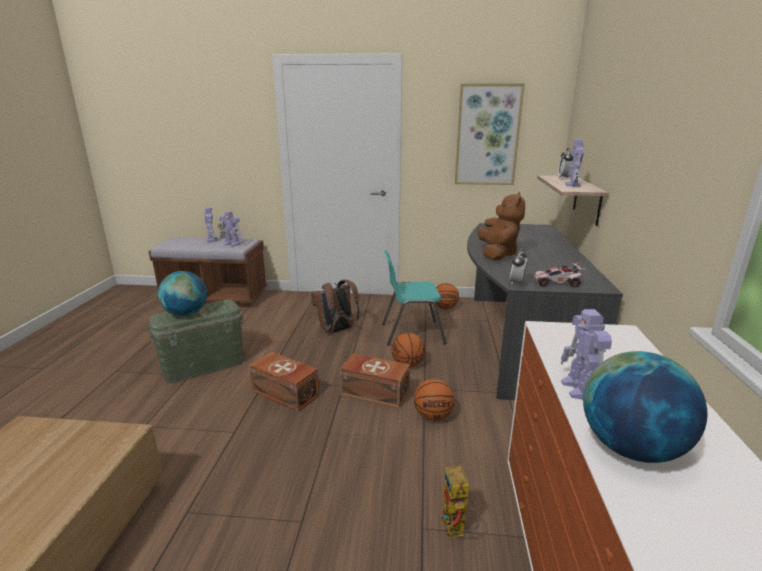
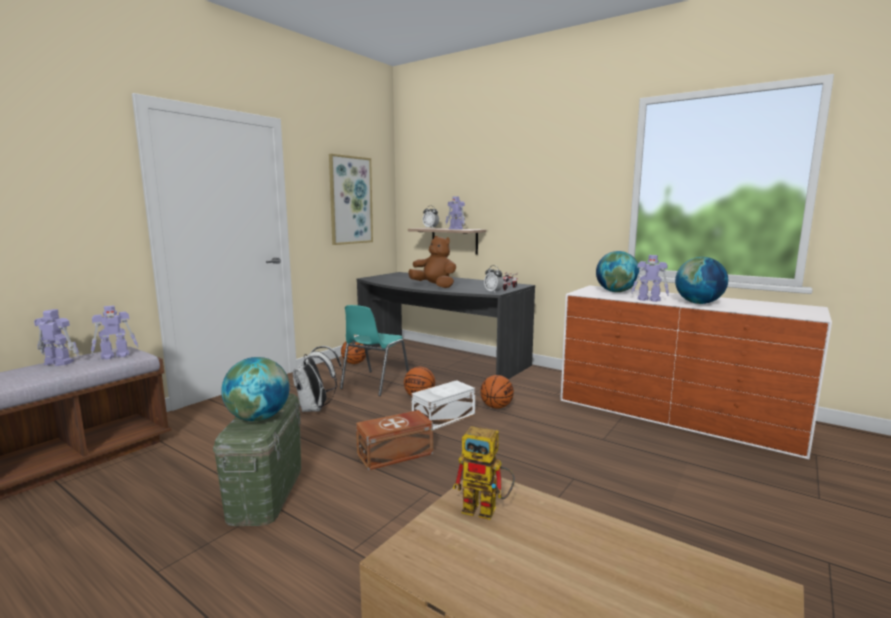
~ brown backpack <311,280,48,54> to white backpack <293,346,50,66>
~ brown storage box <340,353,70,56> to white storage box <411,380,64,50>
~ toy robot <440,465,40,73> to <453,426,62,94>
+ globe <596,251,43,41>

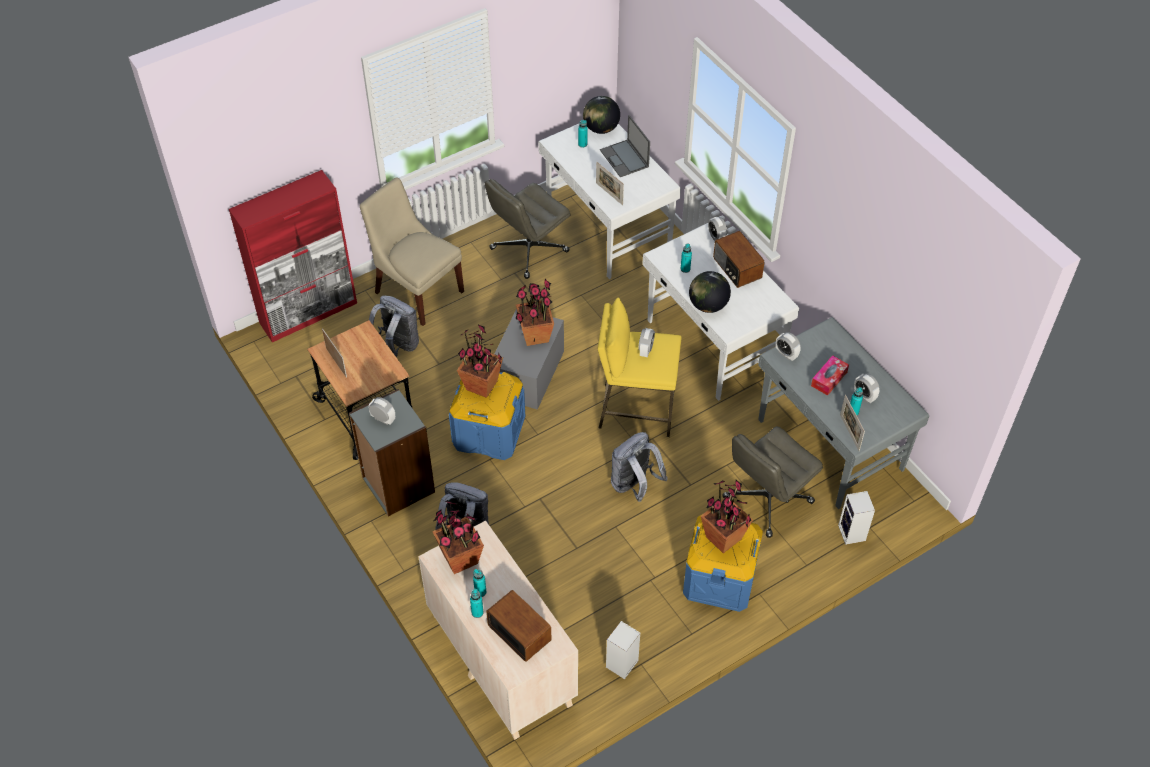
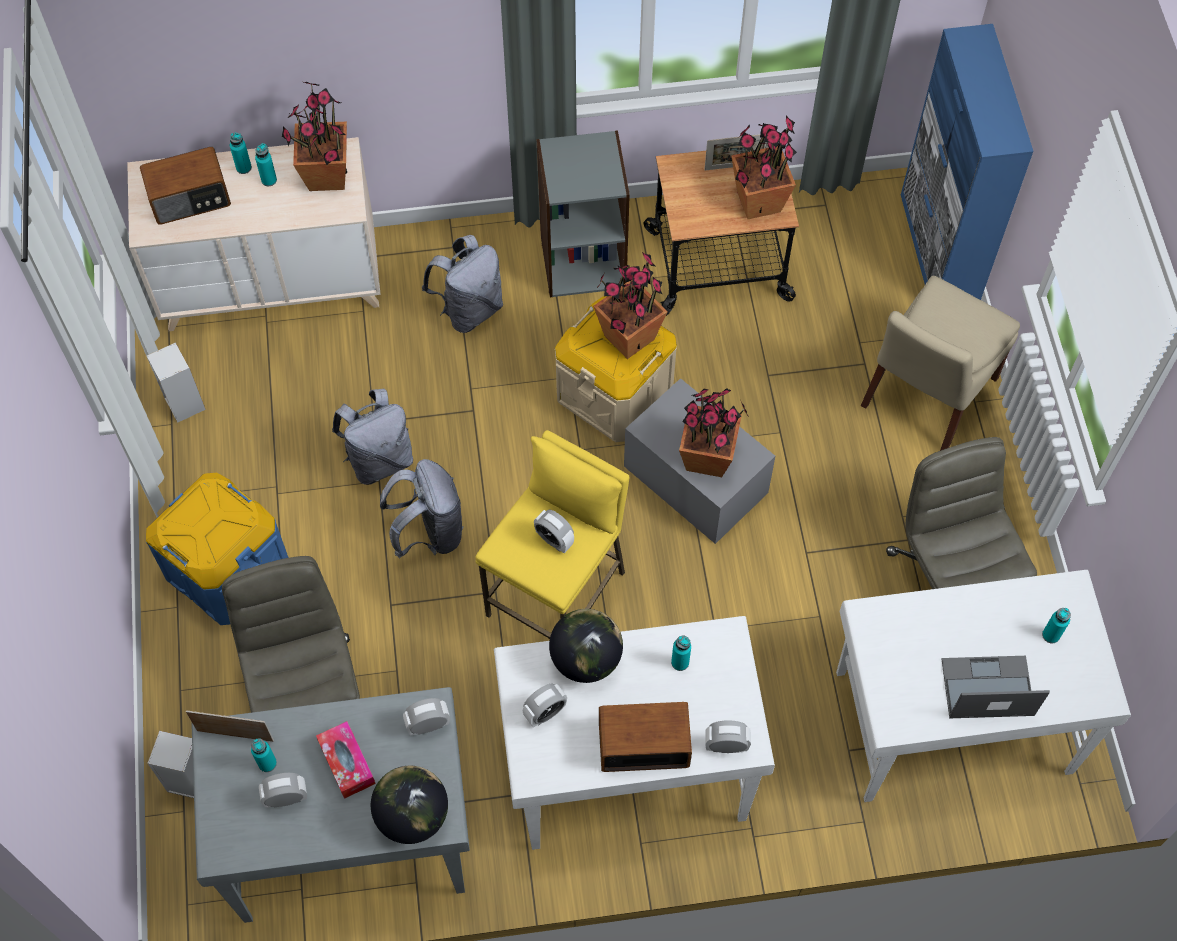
~ grey backpack <369,296,50,61> to <332,389,81,96>
~ globe <583,96,37,38> to <371,766,77,78>
~ alarm clock <368,397,27,28> to <523,684,44,44>
~ blue storage box <449,372,76,88> to beige storage box <555,296,122,146>
~ potted plant <701,480,52,73> to <731,115,66,104>
~ beige chair <360,177,104,149> = <861,276,159,175> 150 degrees clockwise
~ red cabinet <229,170,128,172> to blue cabinet <901,24,133,276>
- picture frame <596,162,28,43>

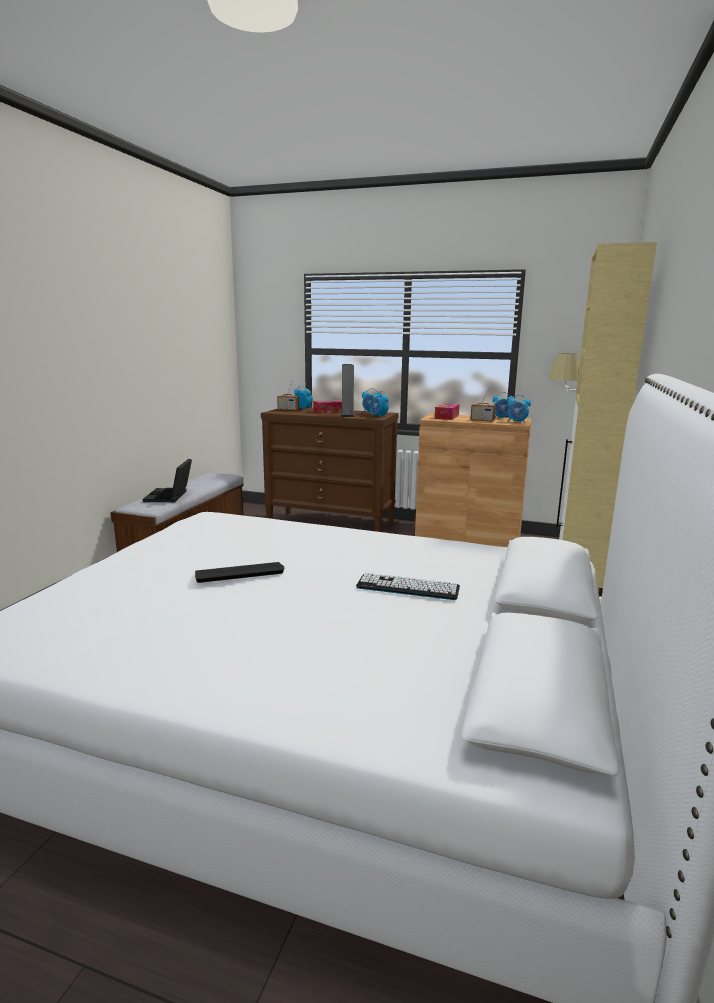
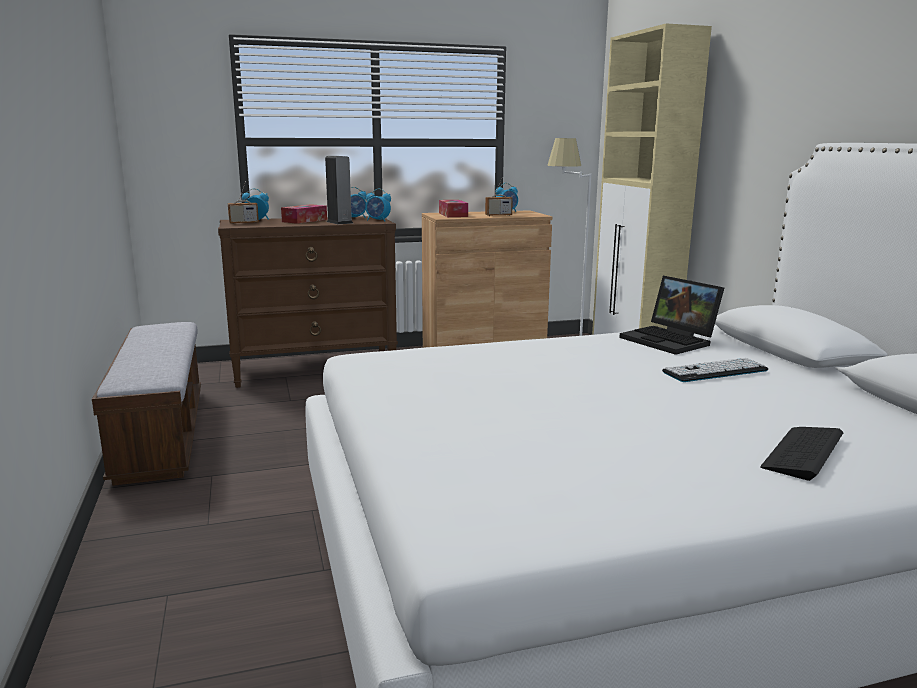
~ laptop <143,459,49,43> to <619,276,105,79>
~ keyboard <195,562,89,21> to <760,427,83,54>
- alarm clock <508,395,23,28>

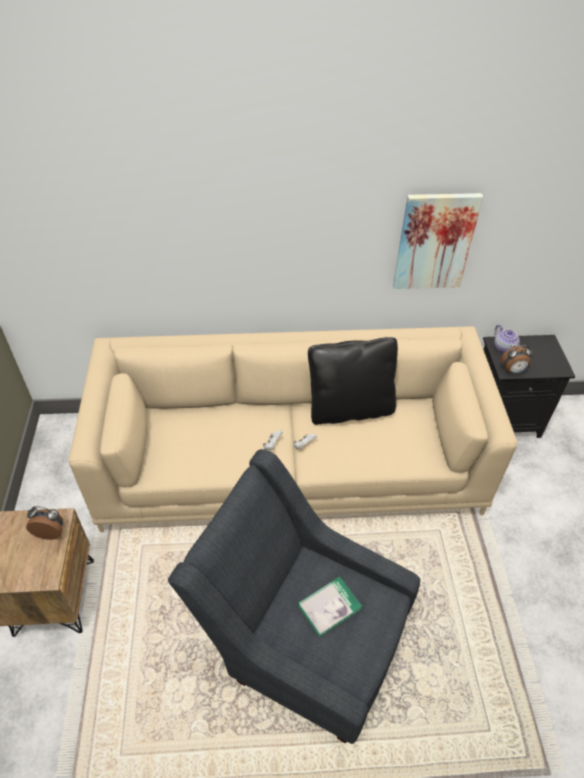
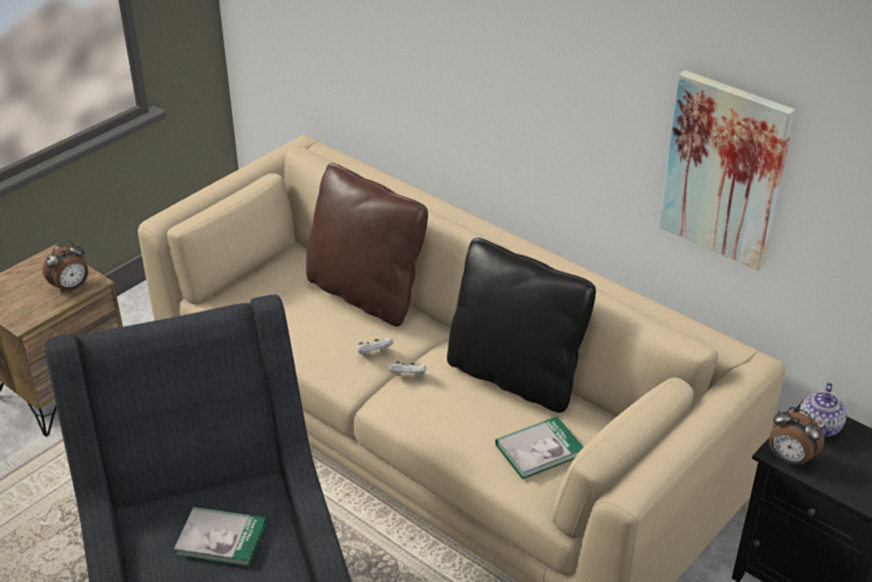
~ alarm clock <26,506,37,34> = <42,240,46,53> 90 degrees clockwise
+ brown pillow <306,163,122,164>
+ book <495,416,88,63>

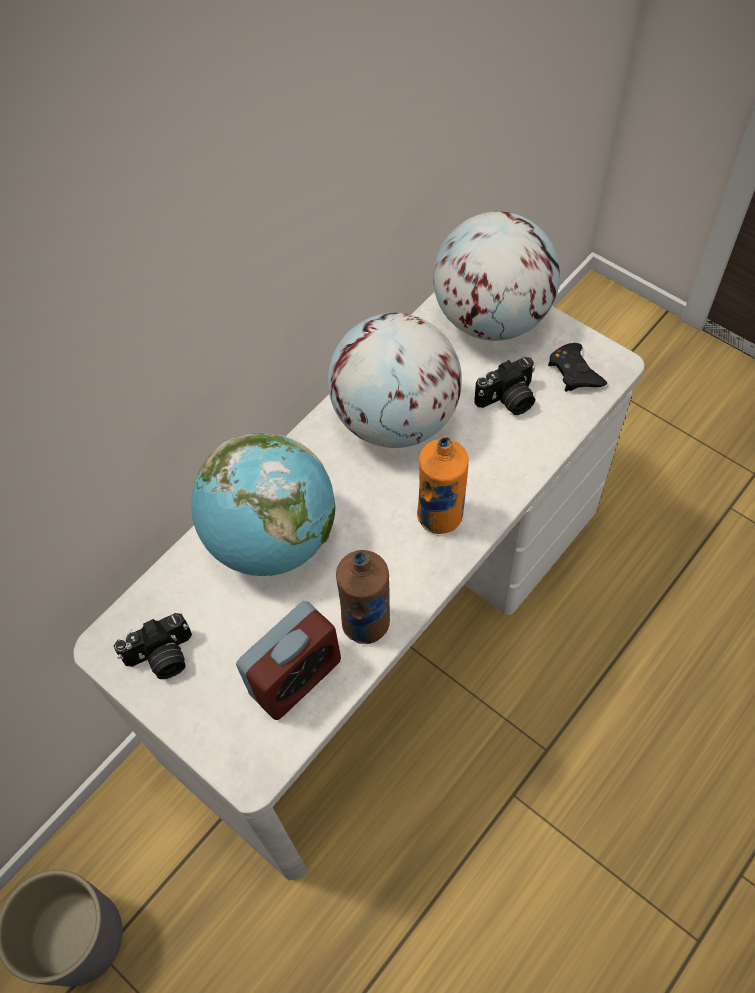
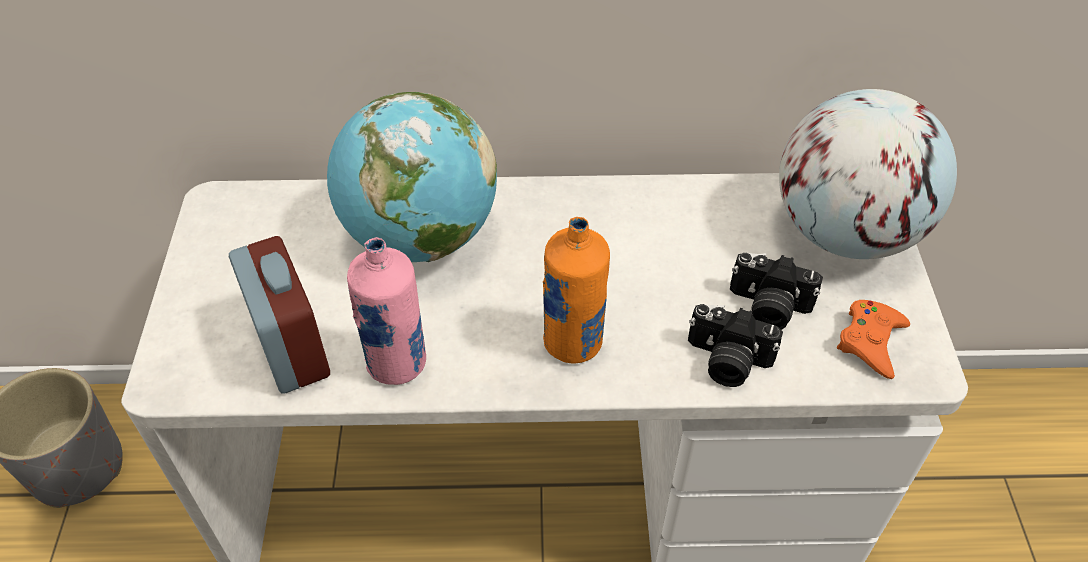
~ alarm clock <236,601,105,119> = <229,236,101,158> 120 degrees counterclockwise
~ brown bottle <336,550,54,94> to pink bottle <347,237,79,148>
~ photo camera <114,613,78,66> to <688,304,95,83>
~ black game controller <548,343,59,49> to orange game controller <837,300,73,79>
- globe <328,313,134,135>

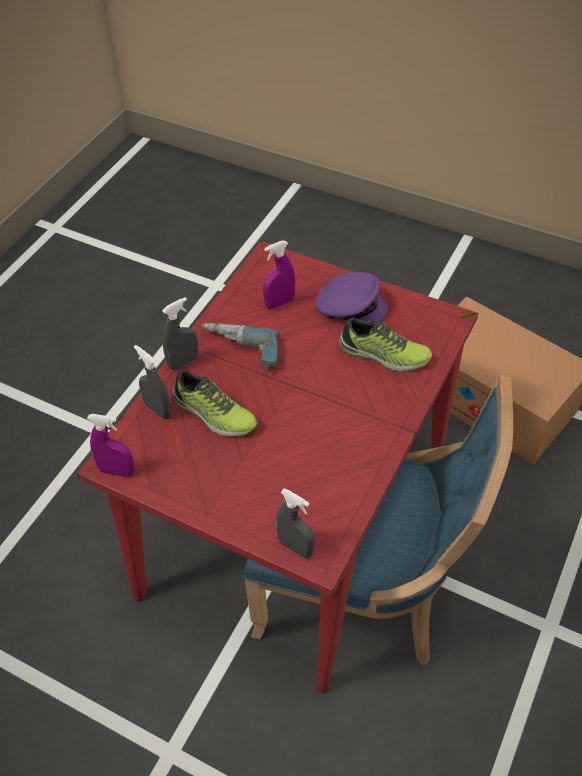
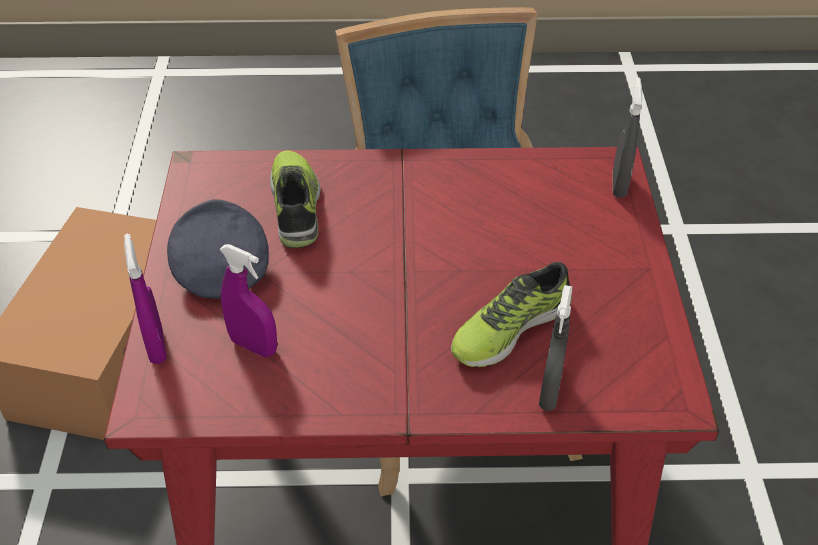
~ purple spray bottle <87,414,48,63> to <124,234,43,130>
~ purple cap <315,272,73,50> to grey cap <167,199,102,100>
~ shoe <173,370,85,67> = <451,262,121,105> 135 degrees counterclockwise
- grey spray bottle <162,297,37,73>
- power drill <202,323,78,48>

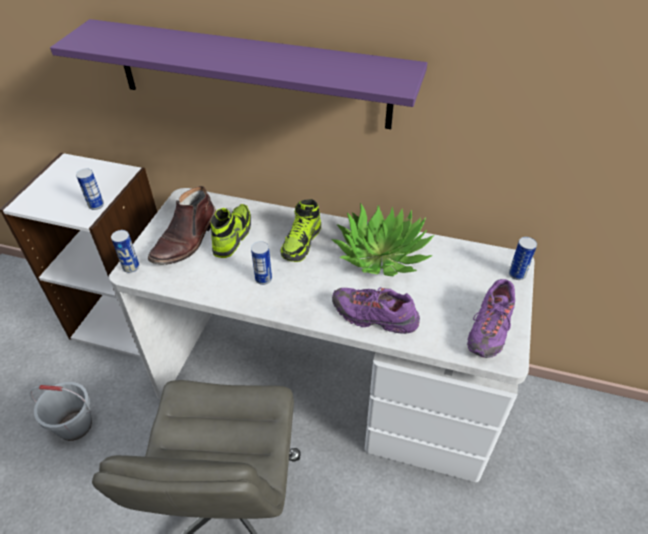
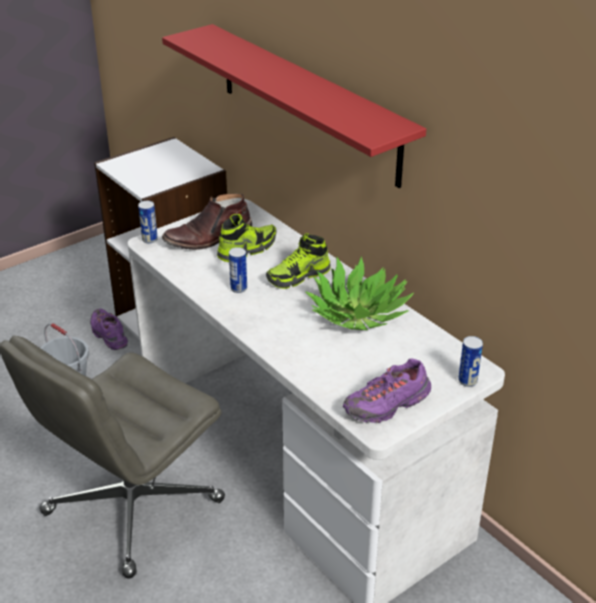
~ purple shoe <332,287,88,47> to <90,309,38,41>
~ purple shelf <50,19,377,110> to red shelf <162,24,264,164>
- can <76,168,28,42>

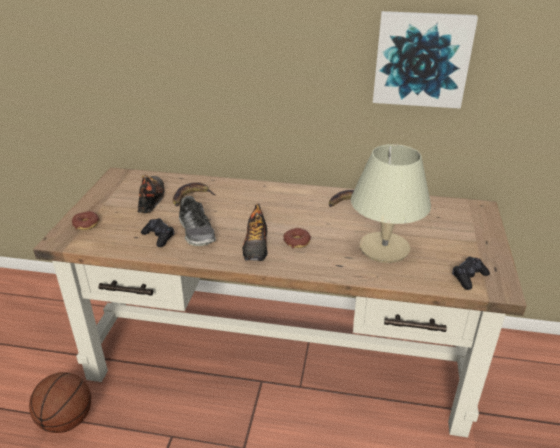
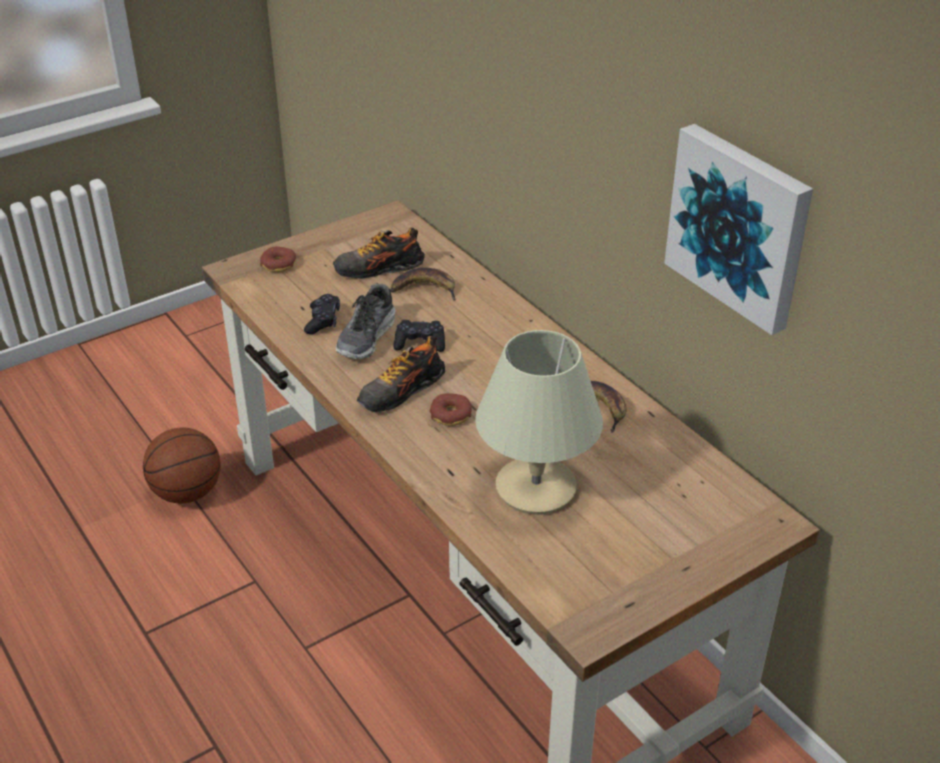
~ shoe <137,174,28,39> = <333,227,92,52> 150 degrees counterclockwise
~ black game controller <452,256,38,34> to <393,320,52,32>

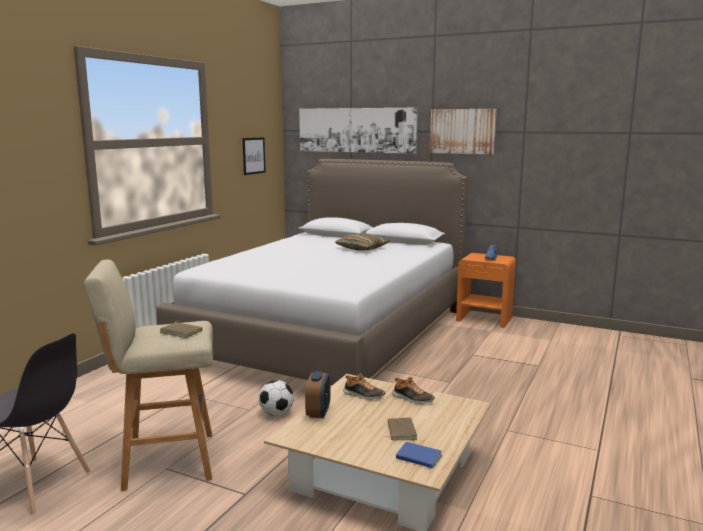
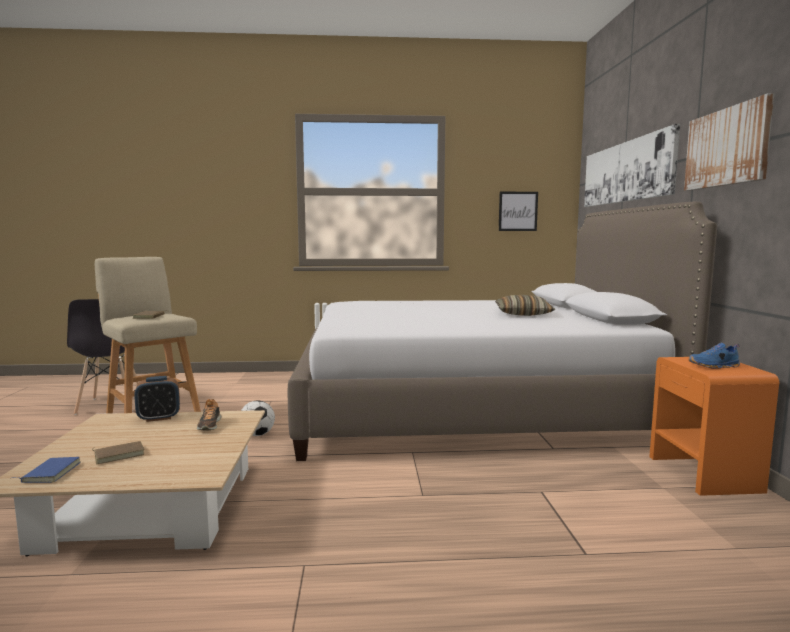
- shoe <392,377,43,27>

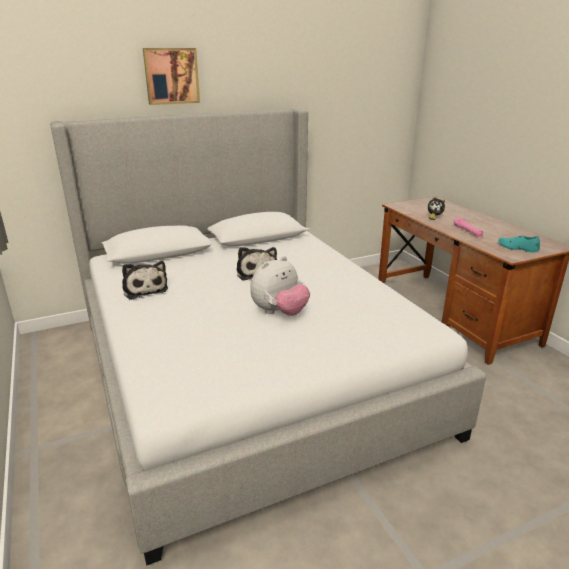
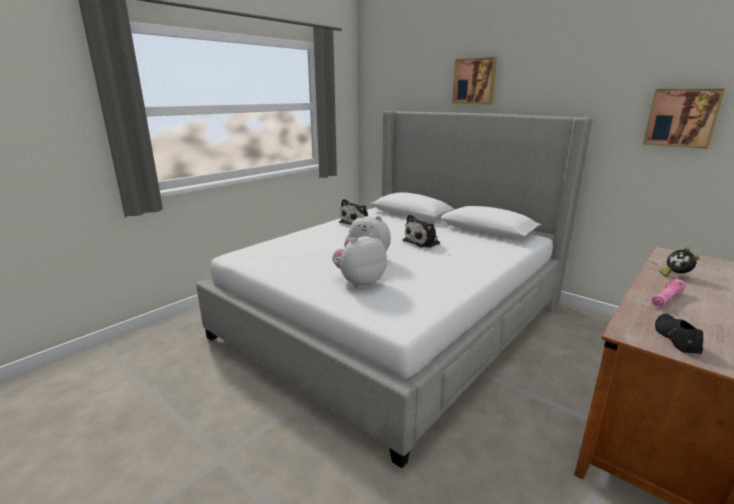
+ plush toy <332,233,55,56>
+ picture <643,89,82,60>
~ turquoise shoe <498,236,42,17> to black shoe <655,314,48,40>

